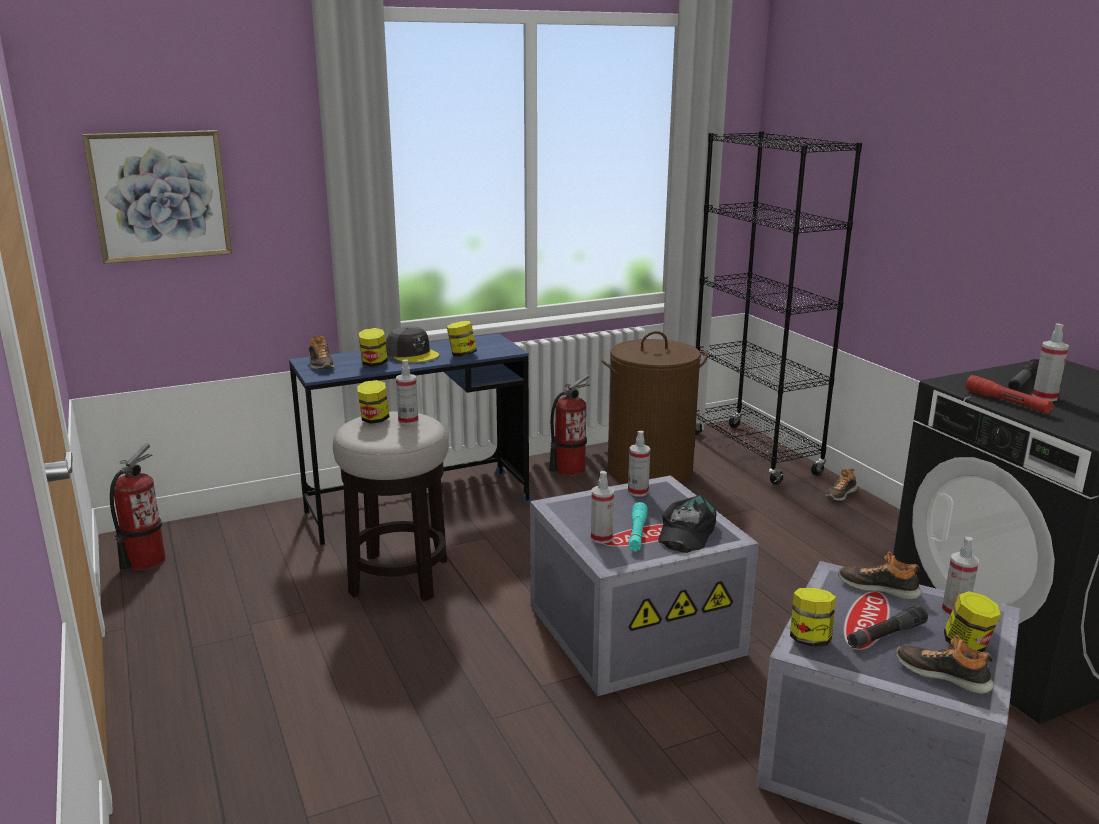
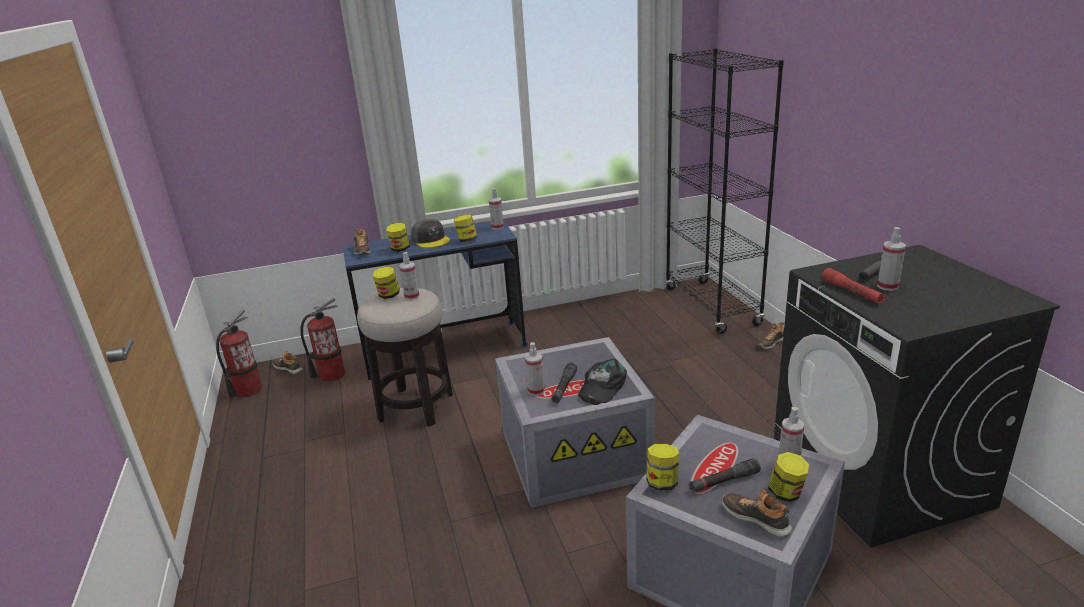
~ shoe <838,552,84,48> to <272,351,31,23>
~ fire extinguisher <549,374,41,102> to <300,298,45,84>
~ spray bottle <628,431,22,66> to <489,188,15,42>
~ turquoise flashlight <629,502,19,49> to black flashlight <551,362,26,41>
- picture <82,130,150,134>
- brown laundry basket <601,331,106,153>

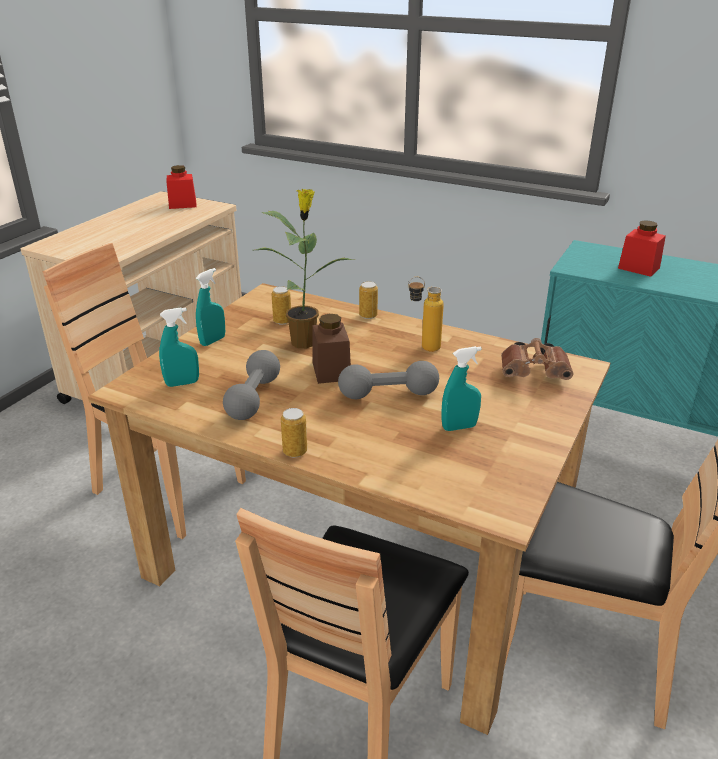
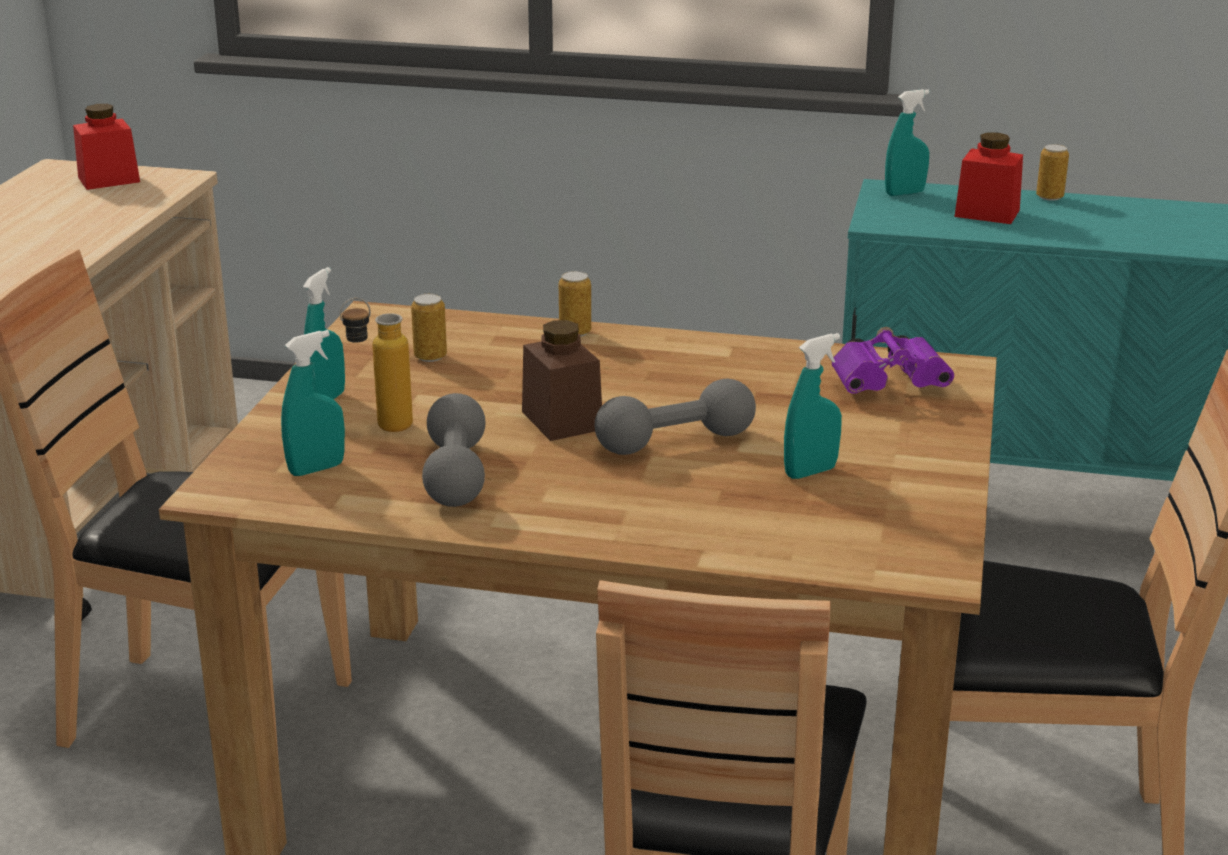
~ bottle <408,277,36,75> to <340,298,73,134>
~ brown binoculars <501,338,72,42> to purple binoculars <831,327,123,67>
+ turquoise spray bottle <885,89,45,107>
~ can <281,408,26,49> to <1036,144,33,57>
- potted plant <256,189,97,159>

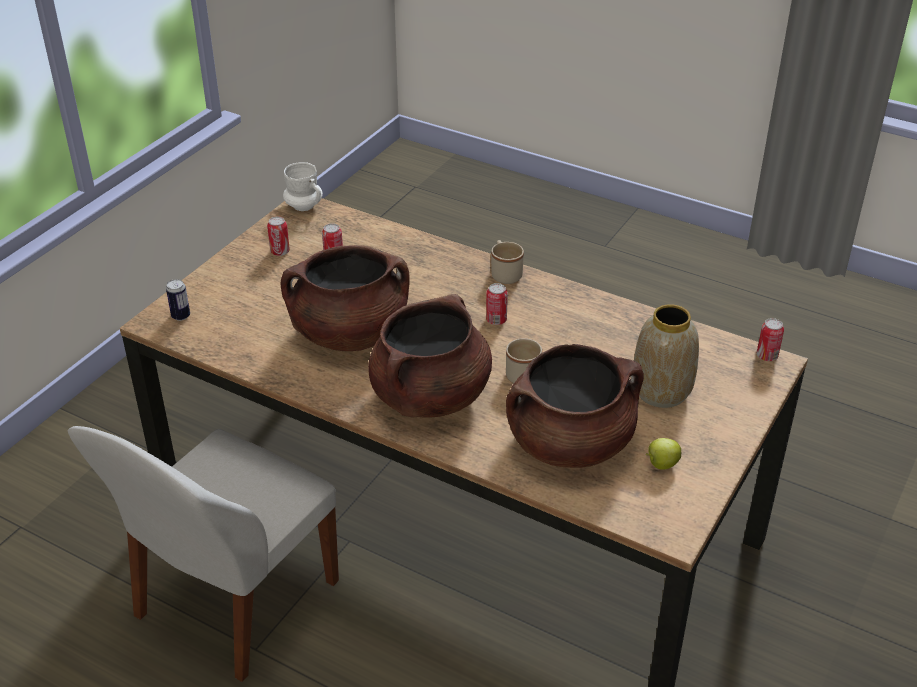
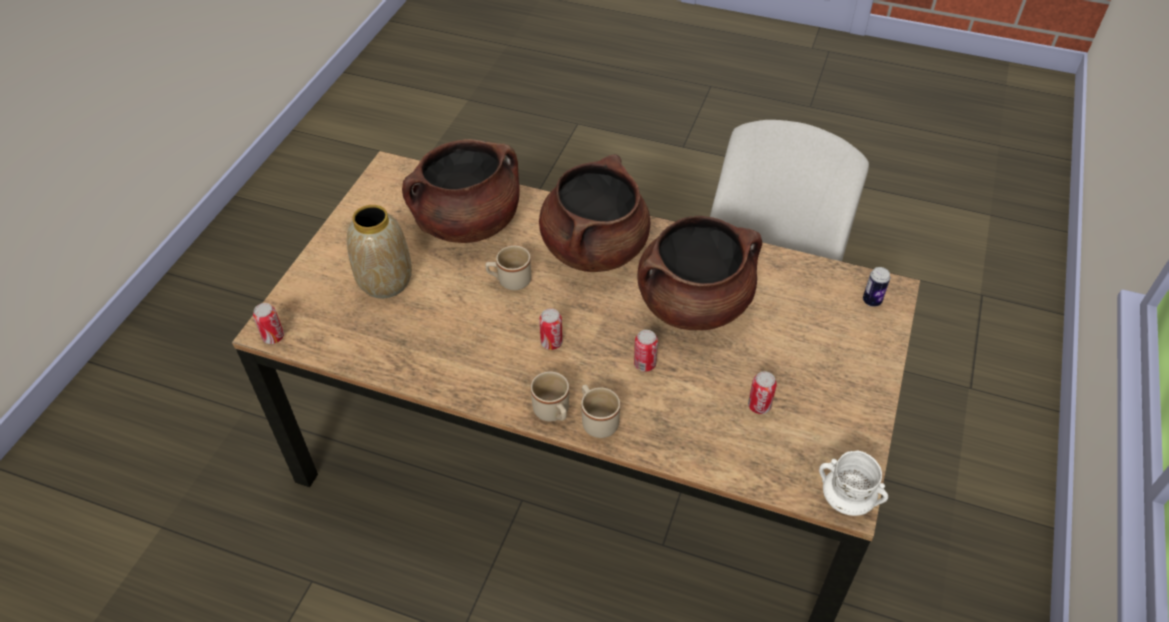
+ beige mug <581,384,39,54>
~ can <267,216,23,40> to <634,330,24,41>
- apple <646,438,35,32>

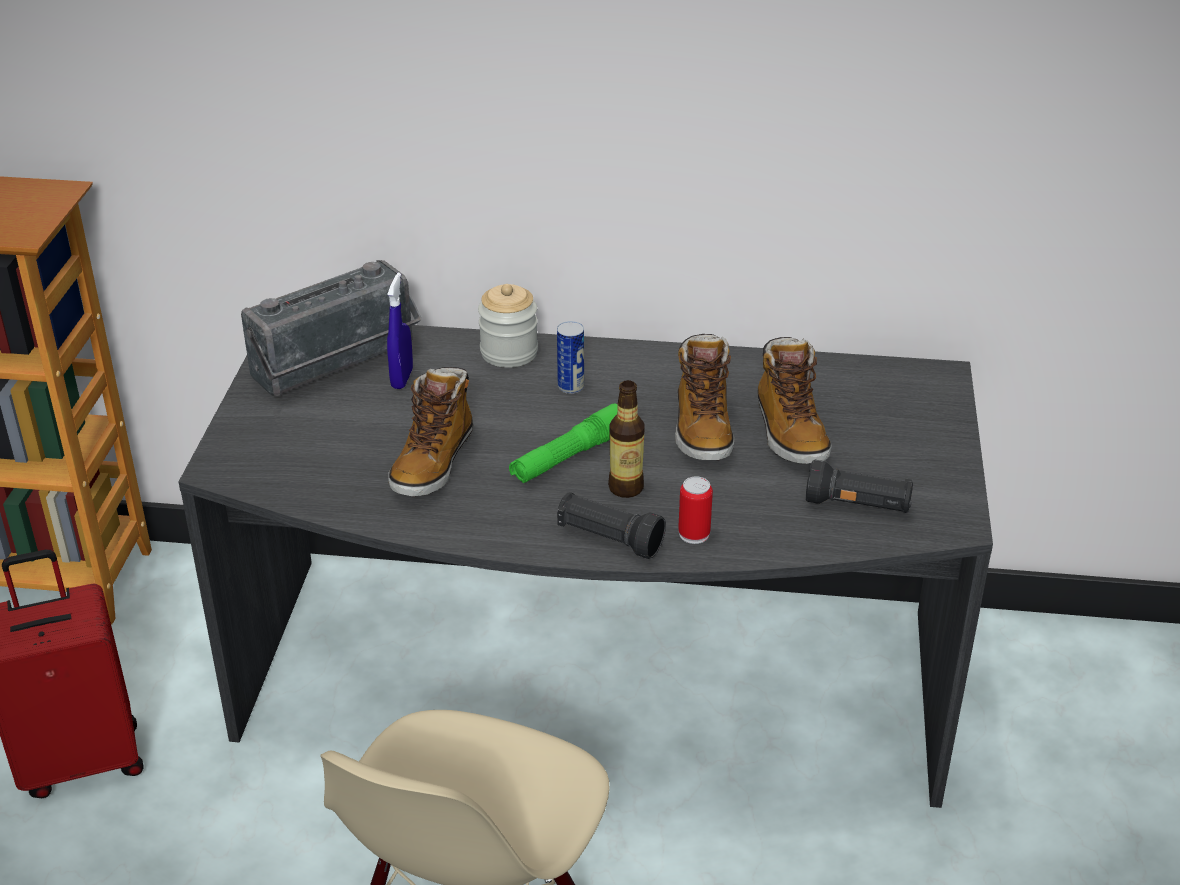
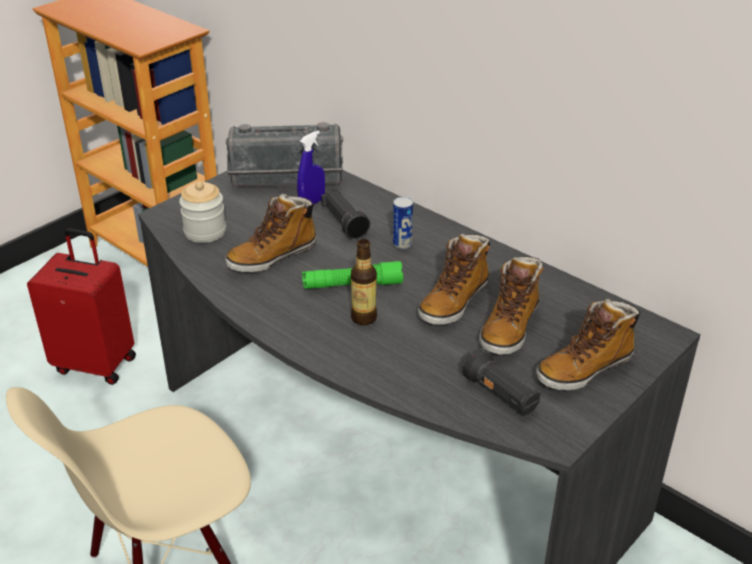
~ jar <478,284,60,84> to <179,182,47,61>
~ black flashlight <557,492,109,67> to <321,189,49,50>
+ boot <536,299,104,91>
- can <678,476,35,68>

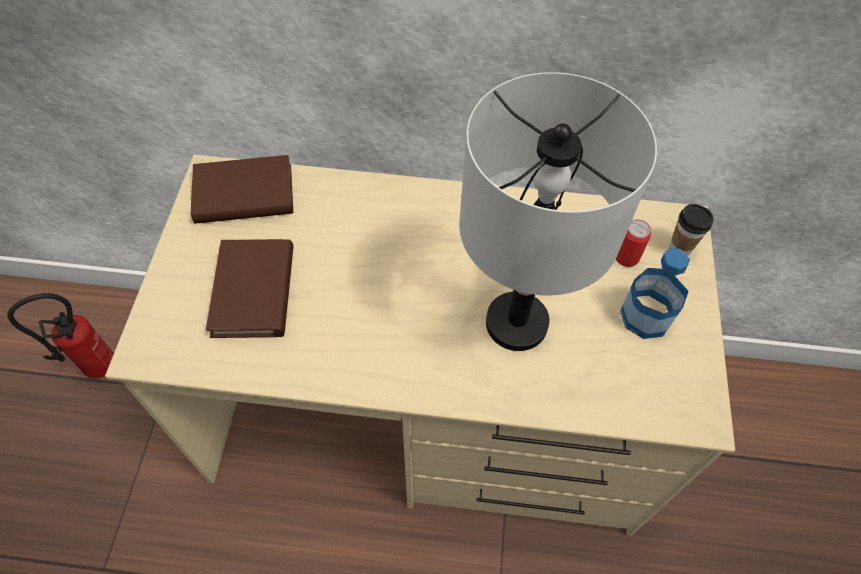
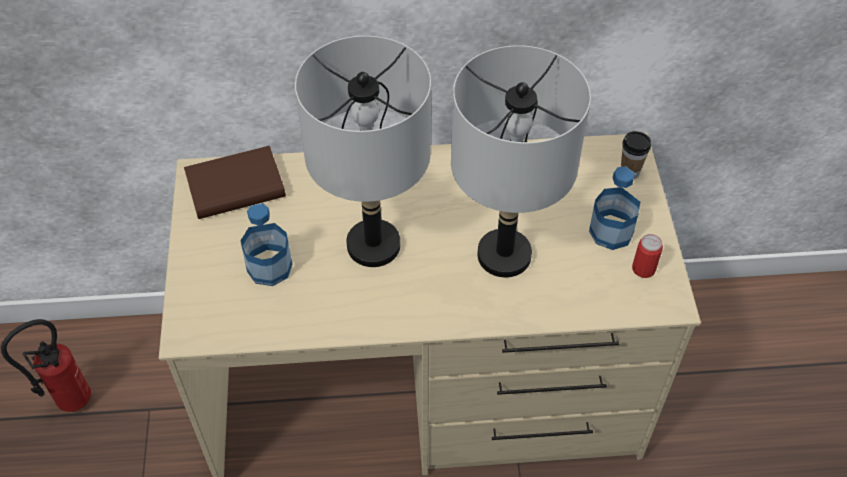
~ brown book <206,239,87,99> to bottle <240,203,52,83>
+ grey table lamp <295,36,136,231>
~ can <616,219,35,48> to <632,234,31,44>

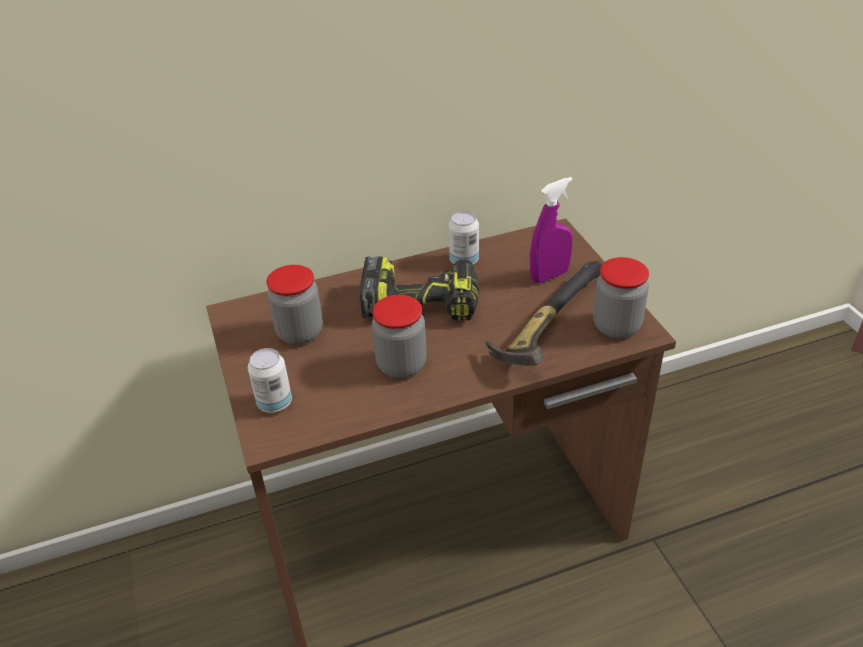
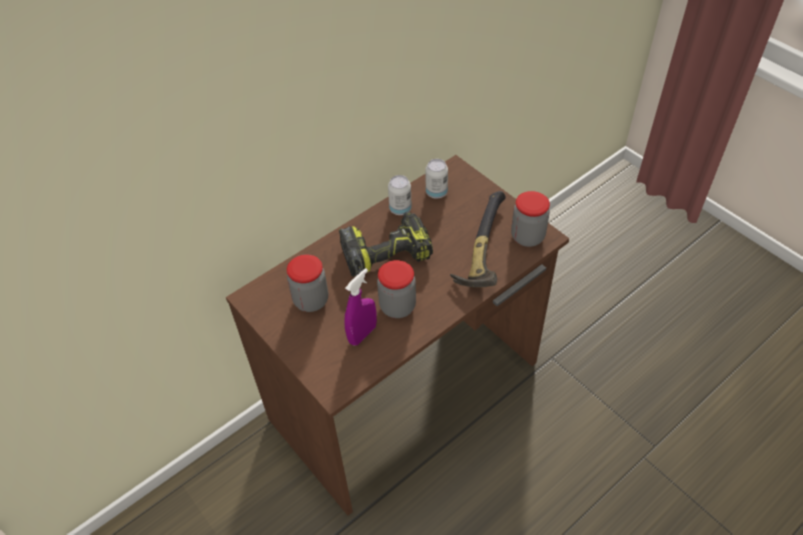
~ purple spray bottle <530,177,43,106> to <344,268,33,77>
~ can <248,348,44,65> to <425,159,23,40>

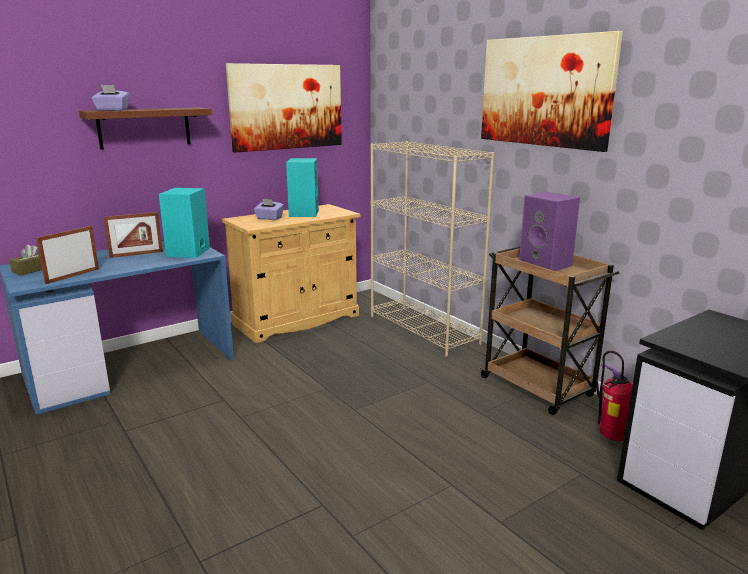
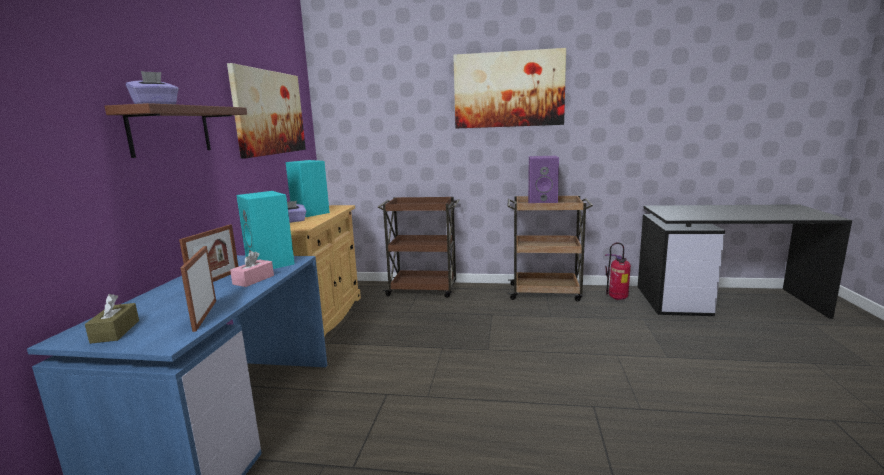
+ pink tissue box <230,251,44,36>
~ beige bookcase <370,141,125,216> to brown cart <378,197,82,101>

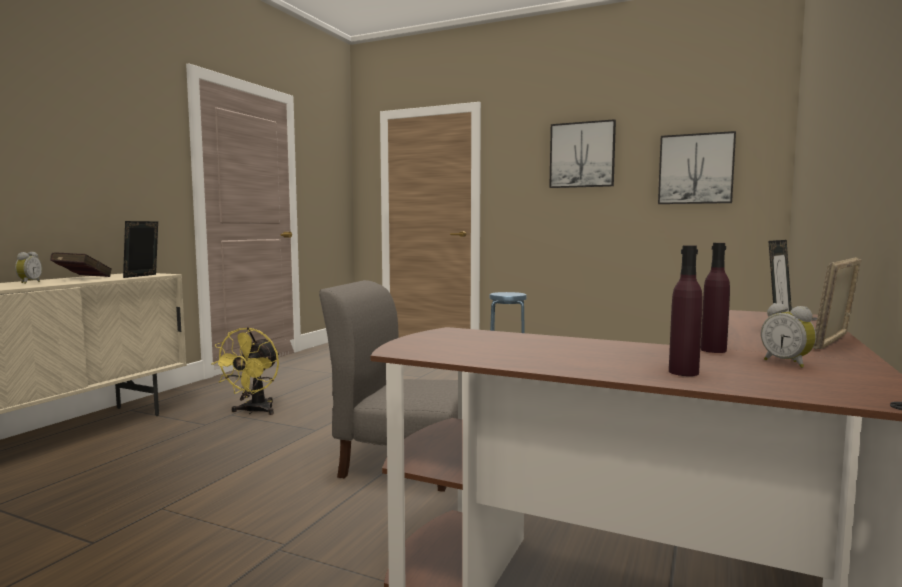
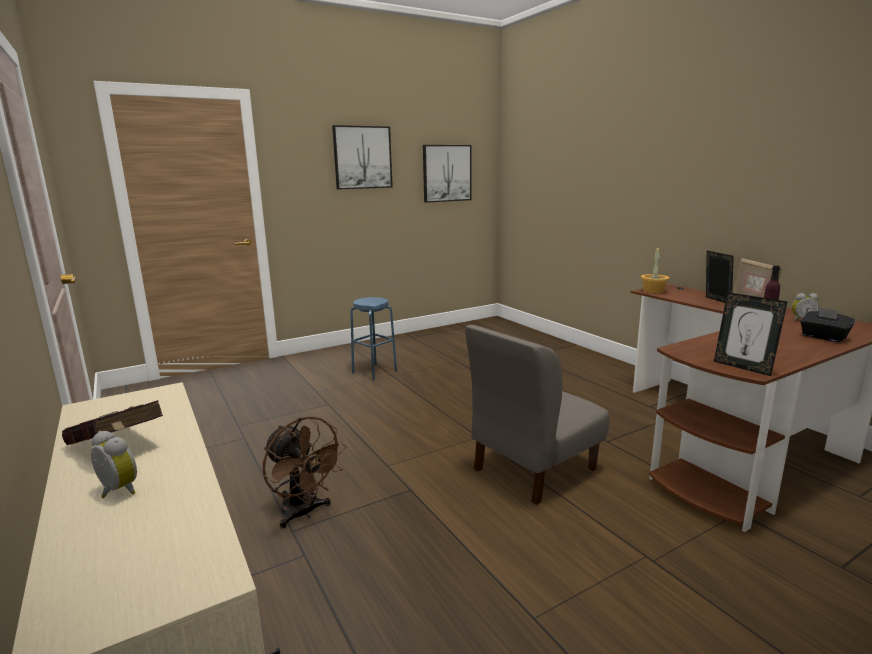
~ yellow fan <211,327,68,88> to brown fan <263,416,83,113>
+ potted plant <641,247,29,47>
~ picture frame <123,221,35,57> to <714,292,73,84>
~ purple bottle <669,245,34,131> to black tissue box <800,307,55,35>

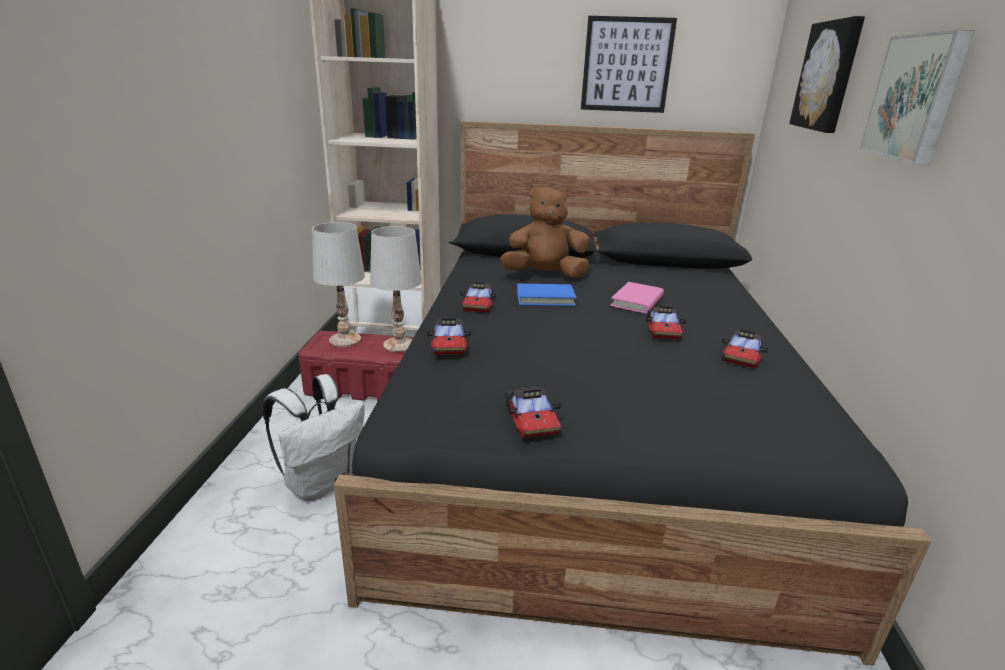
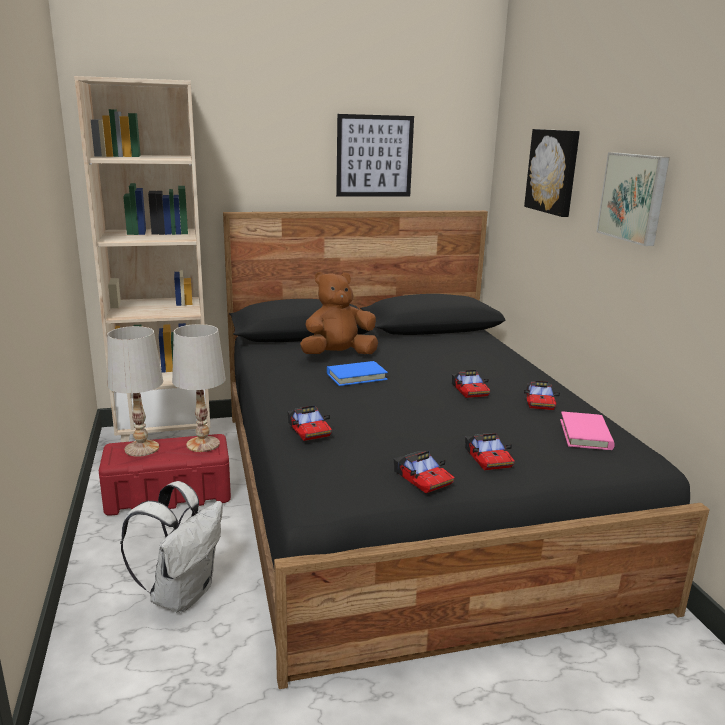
~ toy car <460,282,36,31> to <465,433,50,38>
~ pink book <610,282,54,32> to <560,411,55,39>

